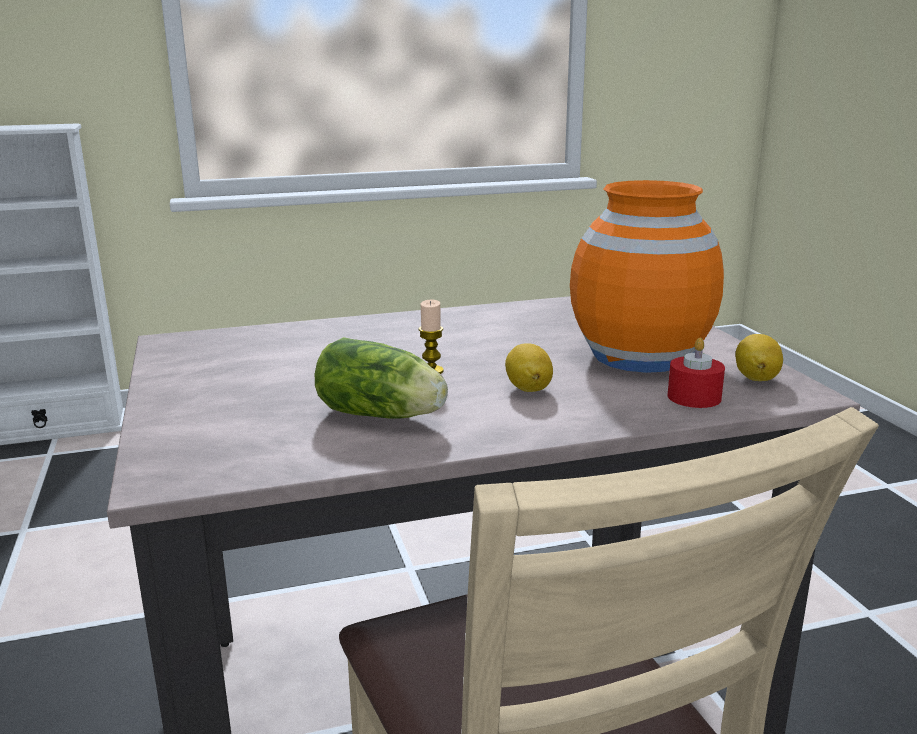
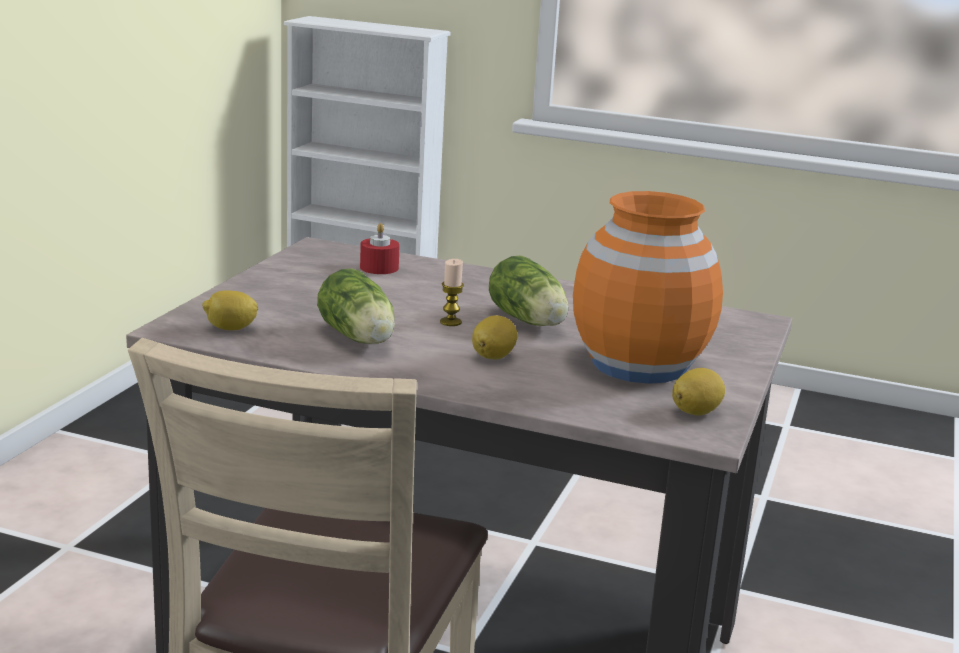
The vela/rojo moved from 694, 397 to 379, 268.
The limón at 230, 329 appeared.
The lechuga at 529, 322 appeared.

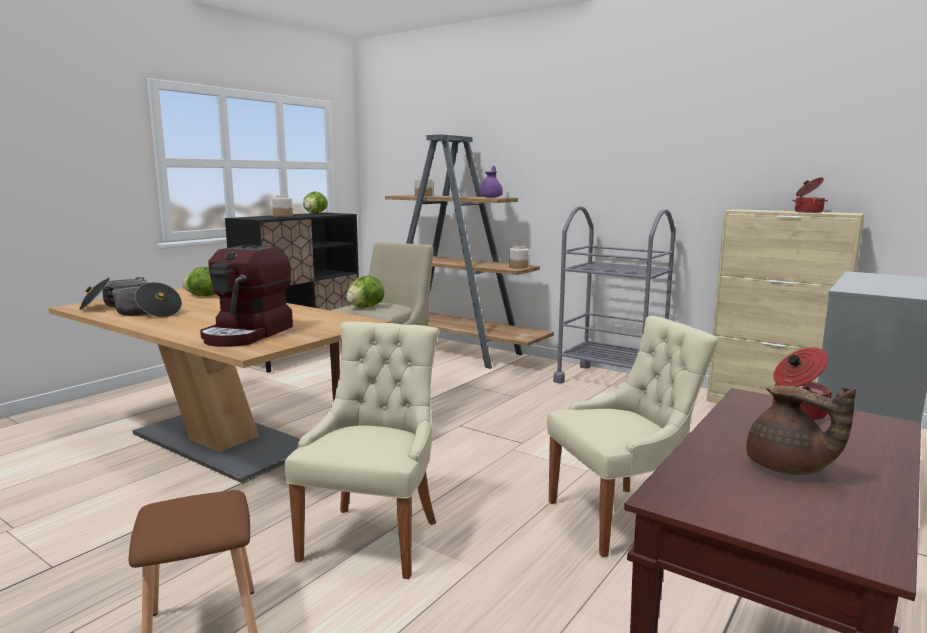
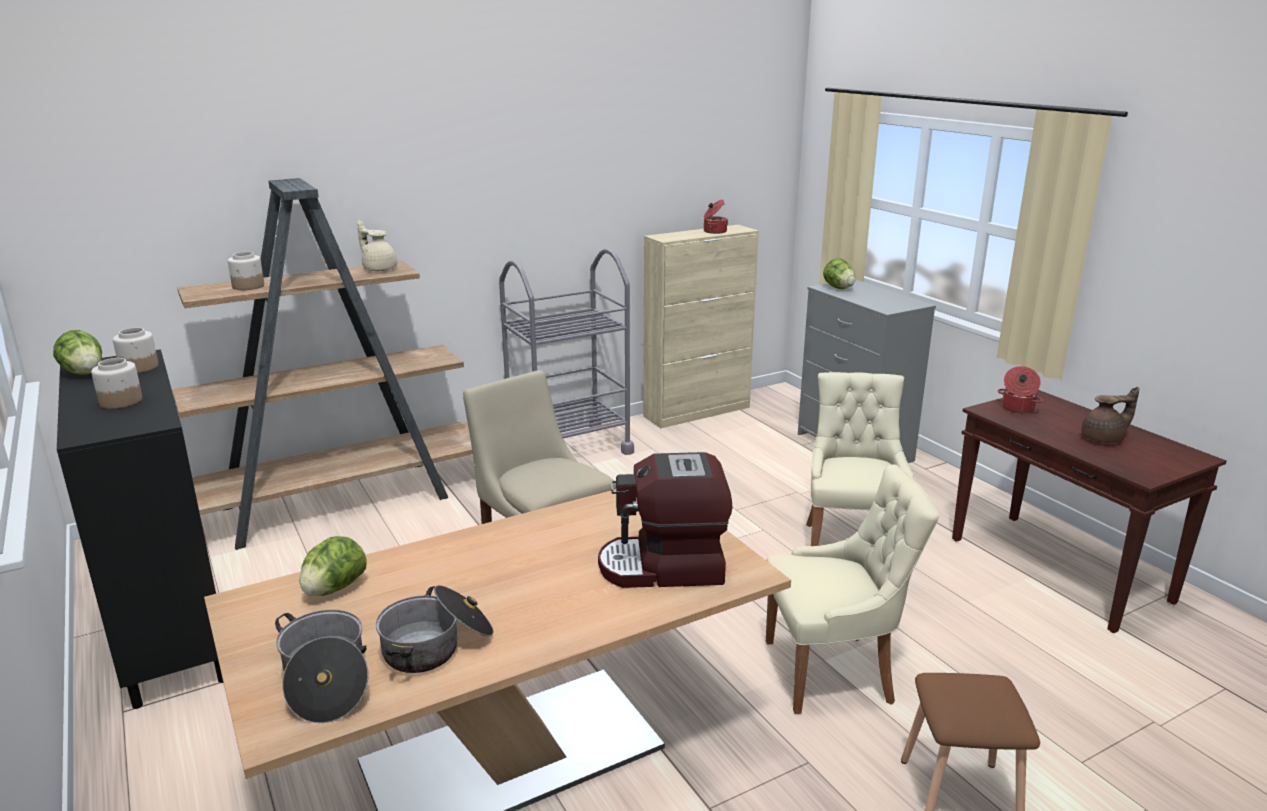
The cafetera at 248, 334 turned 135 degrees clockwise.
The silla/beis at 373, 537 turned 135 degrees clockwise.
The lechuga moved from 365, 307 to 838, 288.
The tetera/morado at 491, 197 became the tetera/beis at 379, 269.
The tarro moved from 518, 267 to 139, 367.

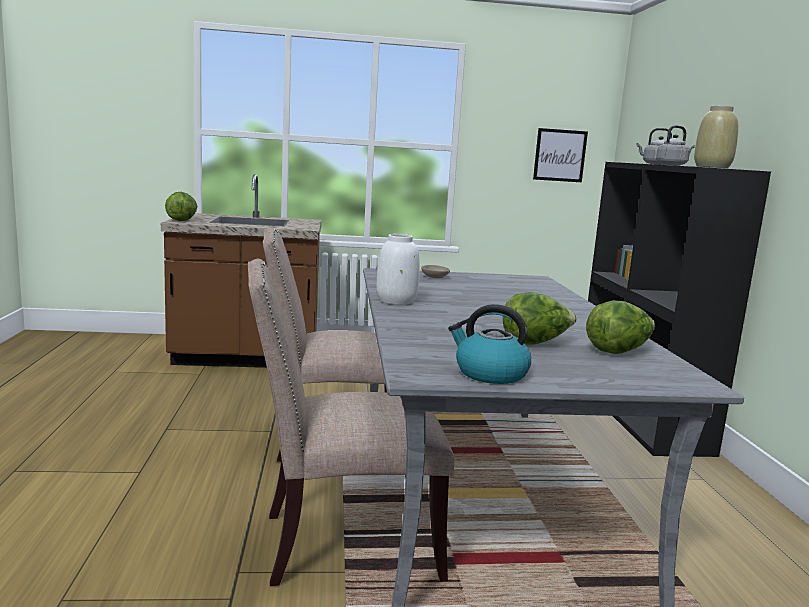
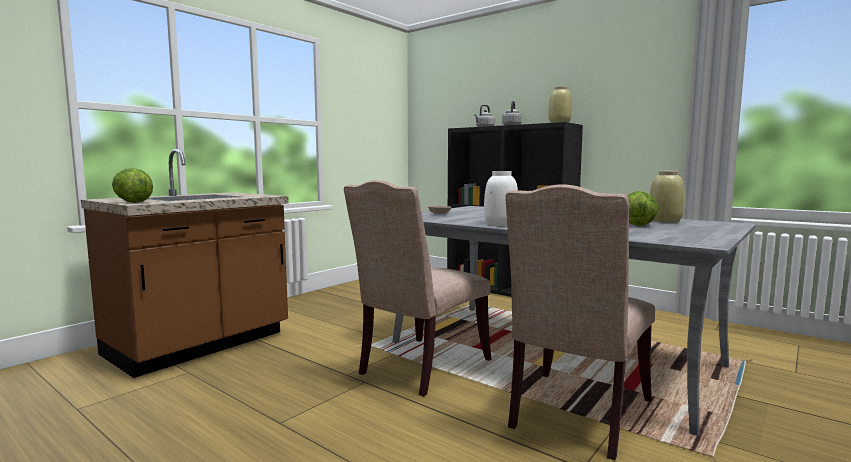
The hervidor at 490, 374 disappeared.
The cuadro at 560, 155 disappeared.
The lechuga at 618, 351 was replaced by the florero/beis at 664, 221.

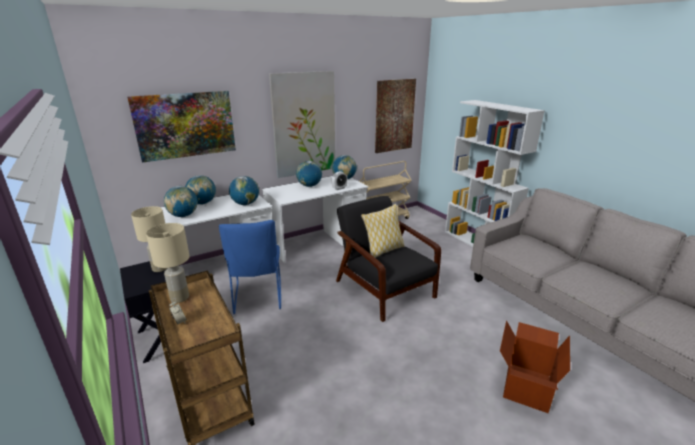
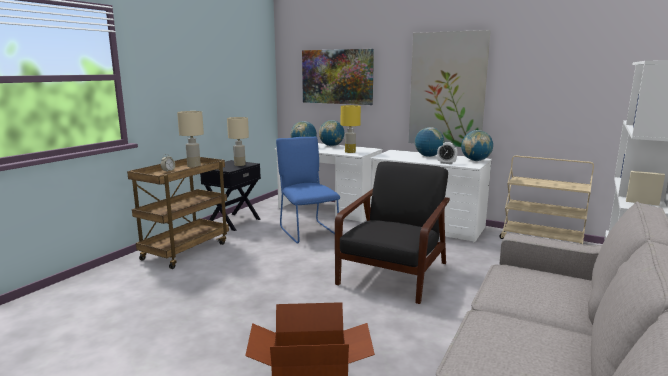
The silla/azul at 258, 298 turned 105 degrees clockwise.
The globo terráqueo at 245, 204 was replaced by the lámpara de mesa/amarillo at 350, 152.
The cojín at 383, 250 disappeared.
The cuadro at 394, 116 disappeared.

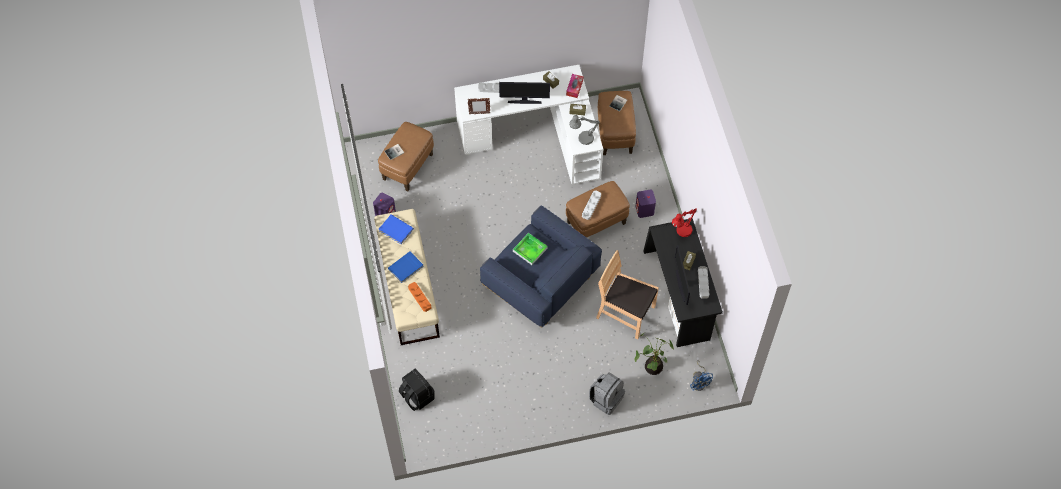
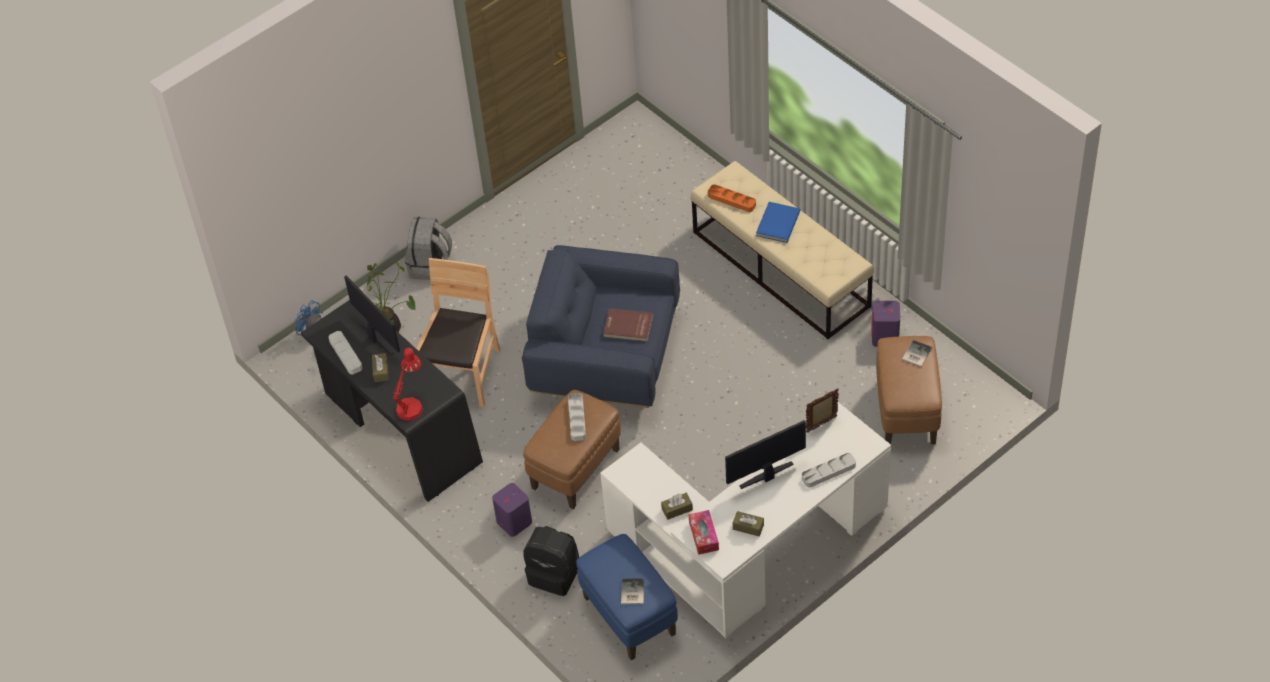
The libro/azul at 395, 230 disappeared.
The mochila/negro moved from 417, 396 to 554, 574.
The bandeja at 530, 250 was replaced by the libro/rojo at 628, 327.
The lámpara de mesa/gris at 582, 139 disappeared.
The silla/marrón at 625, 313 turned 75 degrees counterclockwise.
The puf/marrón at 615, 134 became the puf/azul at 629, 615.

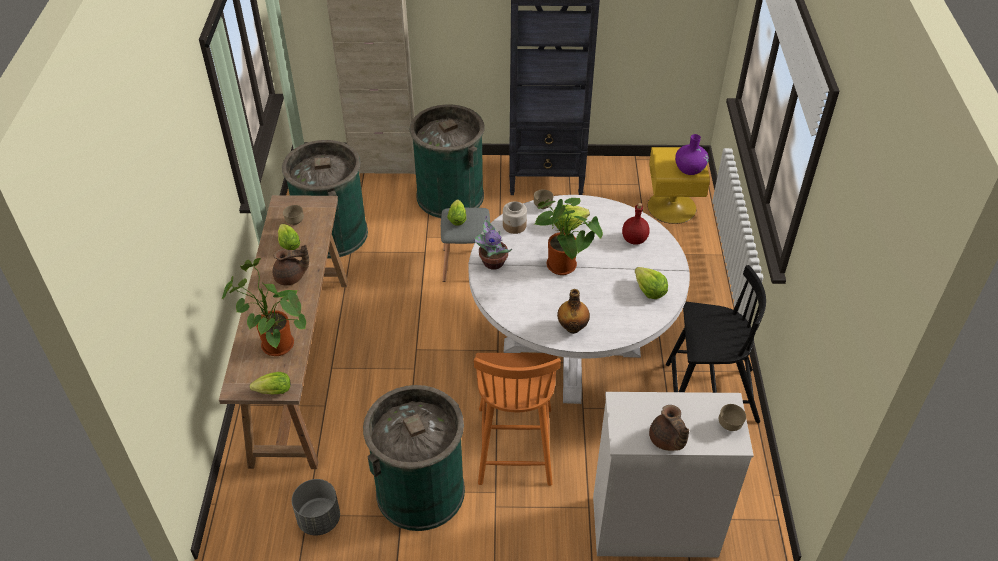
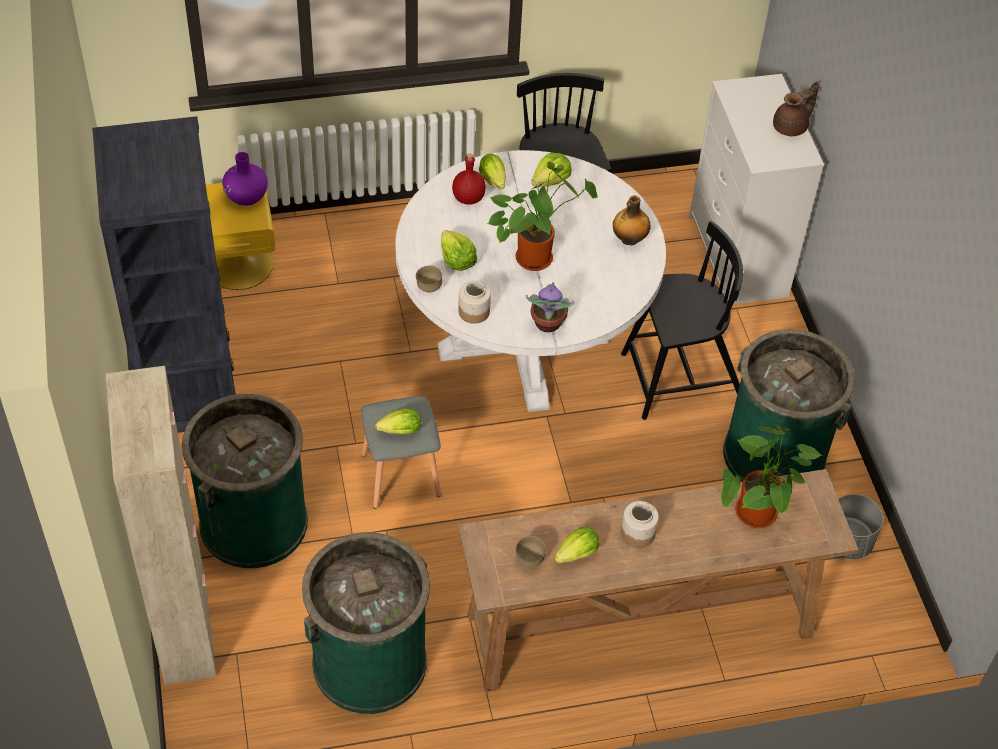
The lechuga moved from 271, 392 to 494, 182.
The tetera/marrón at 291, 277 was replaced by the tarro at 638, 533.
The silla/naranja at 514, 443 became the silla/negro at 680, 379.
The cuenco/marrón at 729, 425 disappeared.

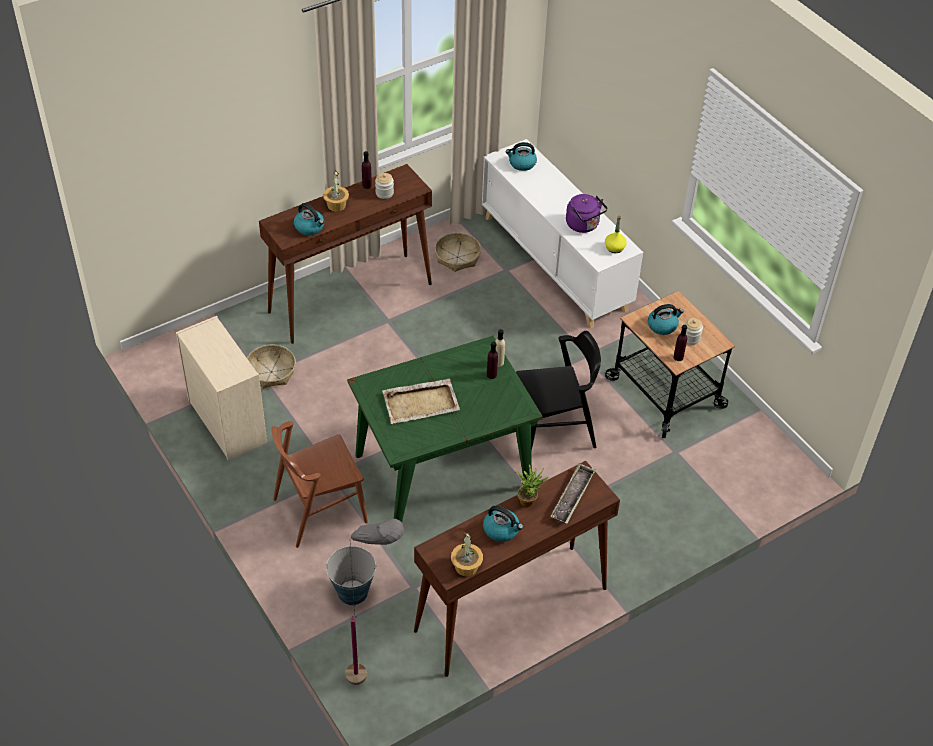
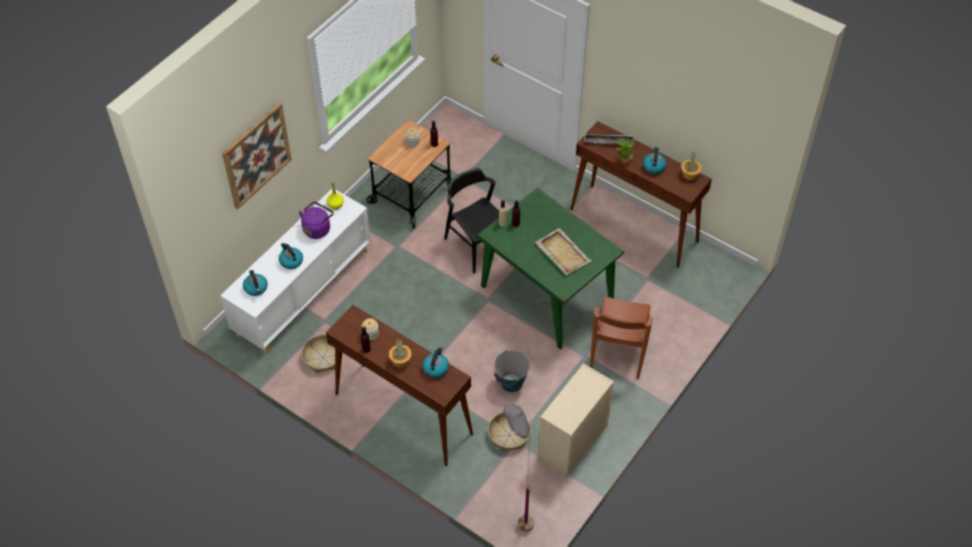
The silla/marrón at 319, 510 turned 60 degrees clockwise.
The cubo moved from 352, 592 to 511, 383.
The lámpara de pie/gris moved from 375, 674 to 517, 515.
The hervidor moved from 662, 325 to 291, 261.
The cuadro at 257, 155 appeared.

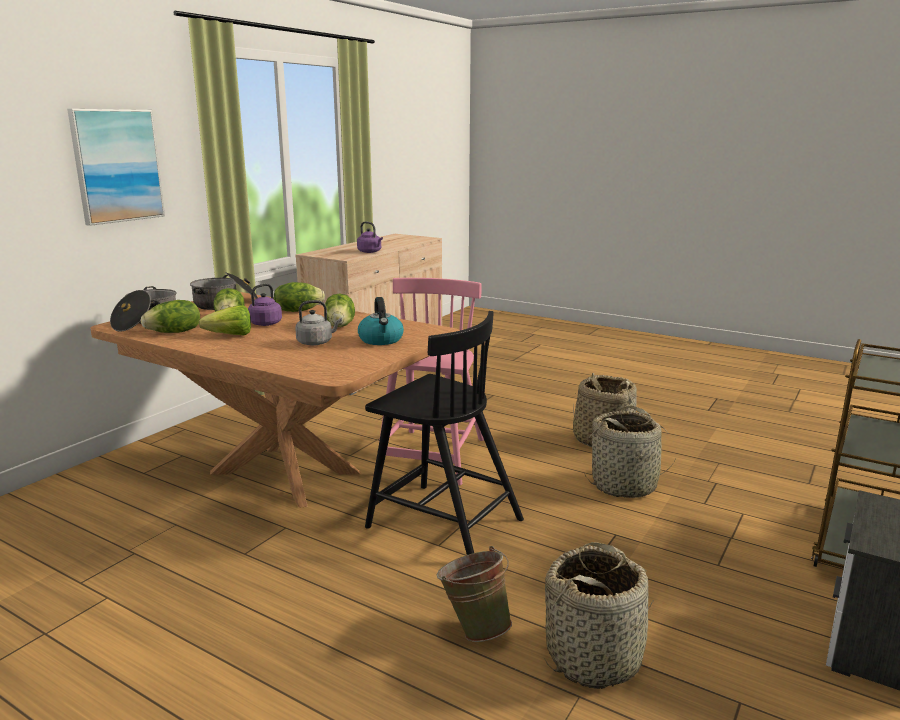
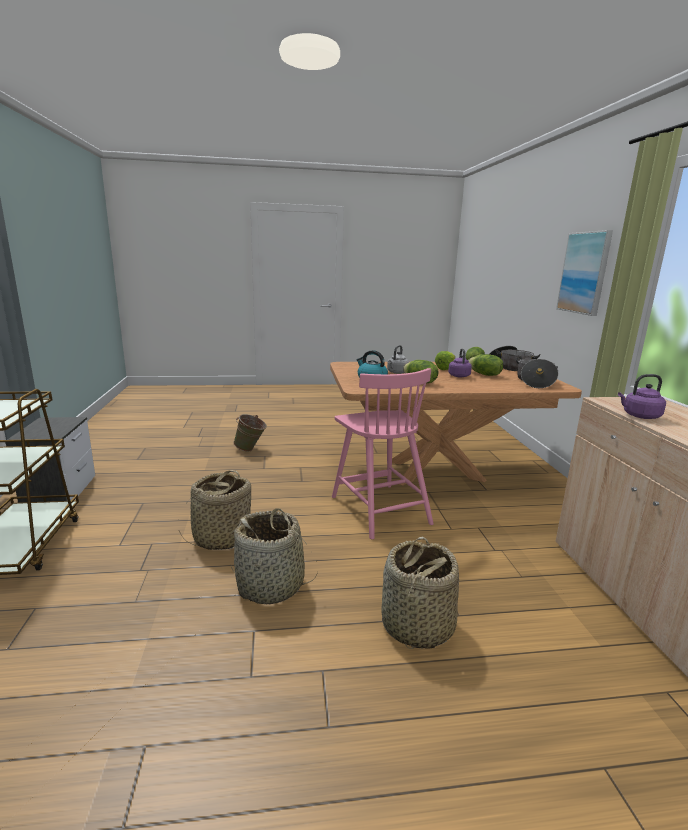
The lechuga at 298, 310 disappeared.
The silla/negro at 442, 522 disappeared.
The cesta moved from 594, 656 to 416, 626.

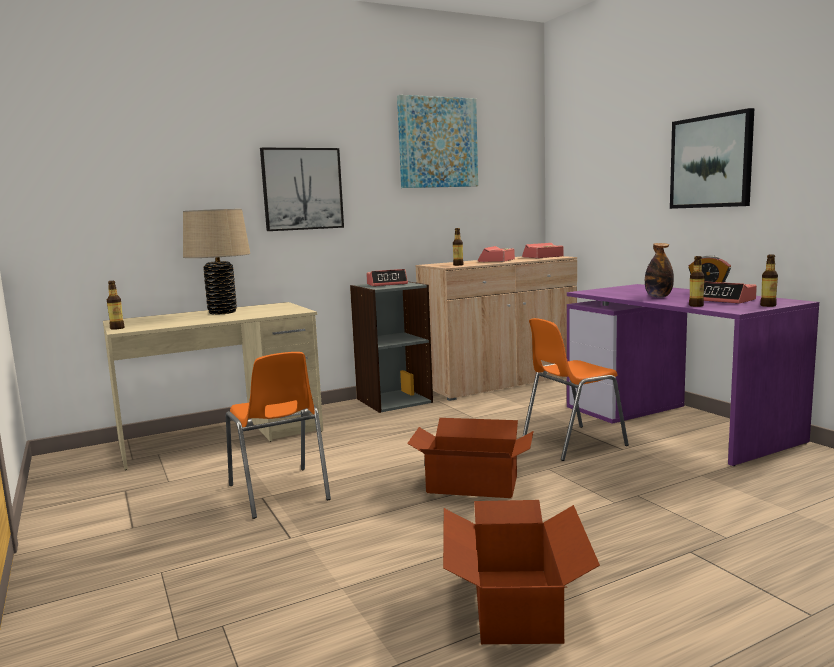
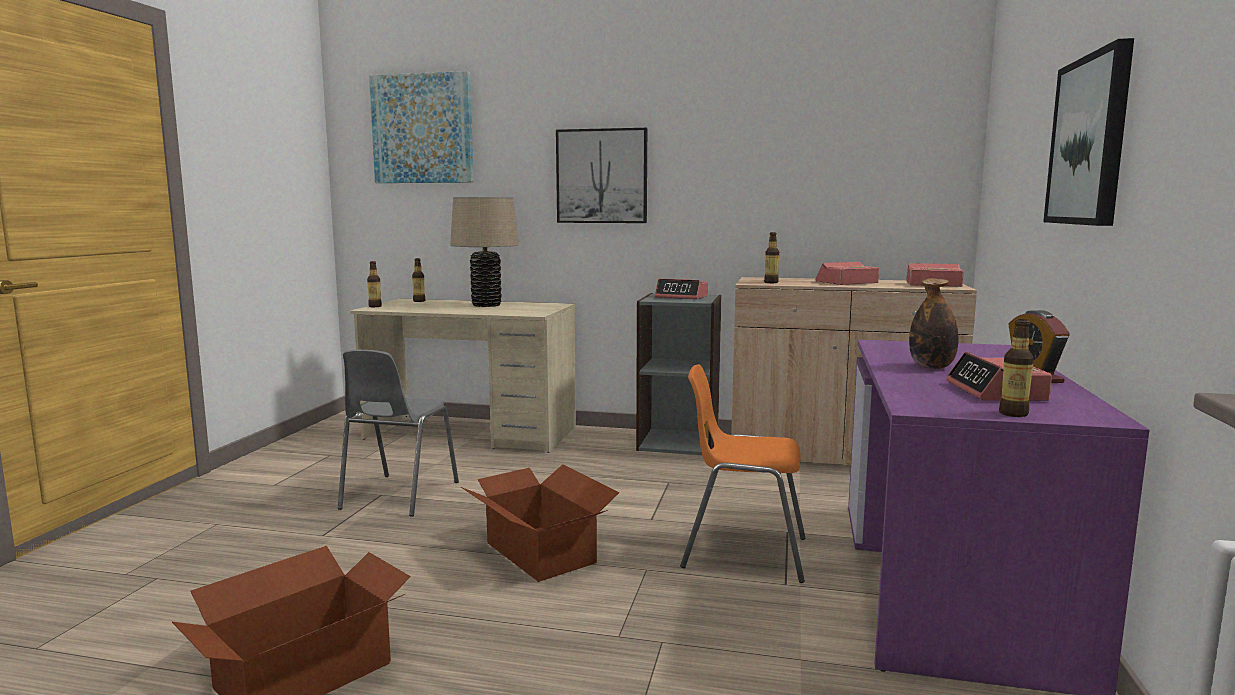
The silla/naranja at 279, 493 became the silla/gris at 398, 496.
The cuadro moved from 437, 143 to 423, 129.
The botella moved from 696, 305 to 419, 301.

